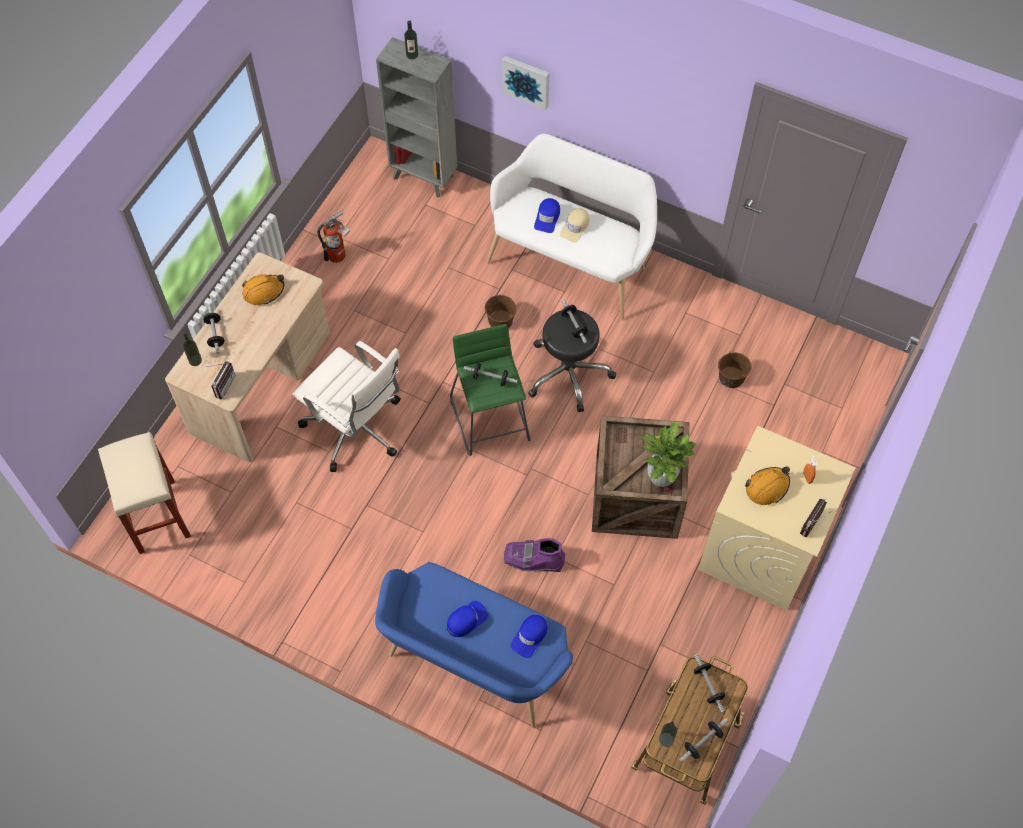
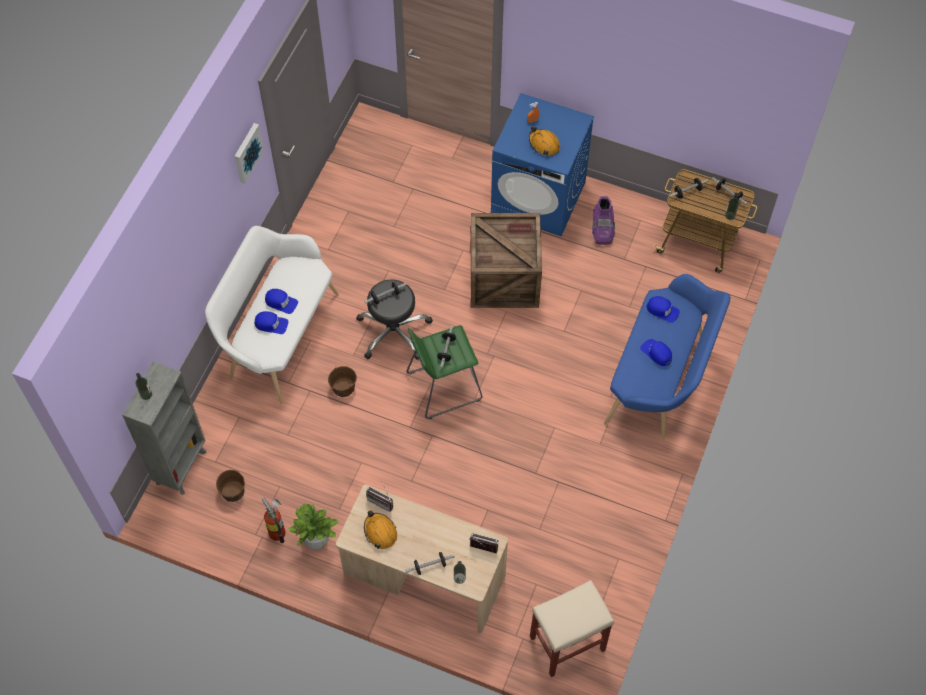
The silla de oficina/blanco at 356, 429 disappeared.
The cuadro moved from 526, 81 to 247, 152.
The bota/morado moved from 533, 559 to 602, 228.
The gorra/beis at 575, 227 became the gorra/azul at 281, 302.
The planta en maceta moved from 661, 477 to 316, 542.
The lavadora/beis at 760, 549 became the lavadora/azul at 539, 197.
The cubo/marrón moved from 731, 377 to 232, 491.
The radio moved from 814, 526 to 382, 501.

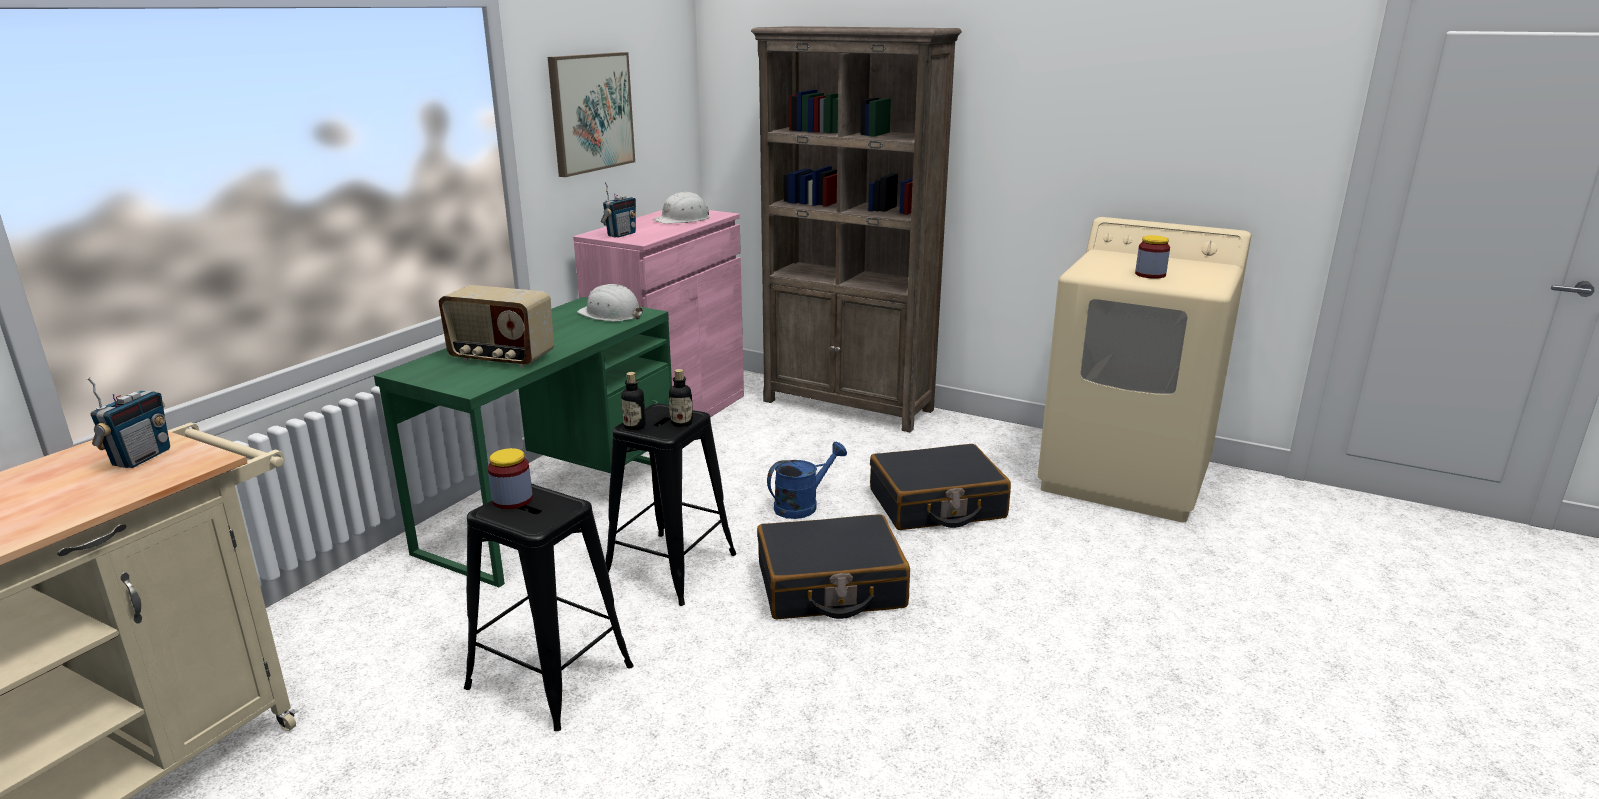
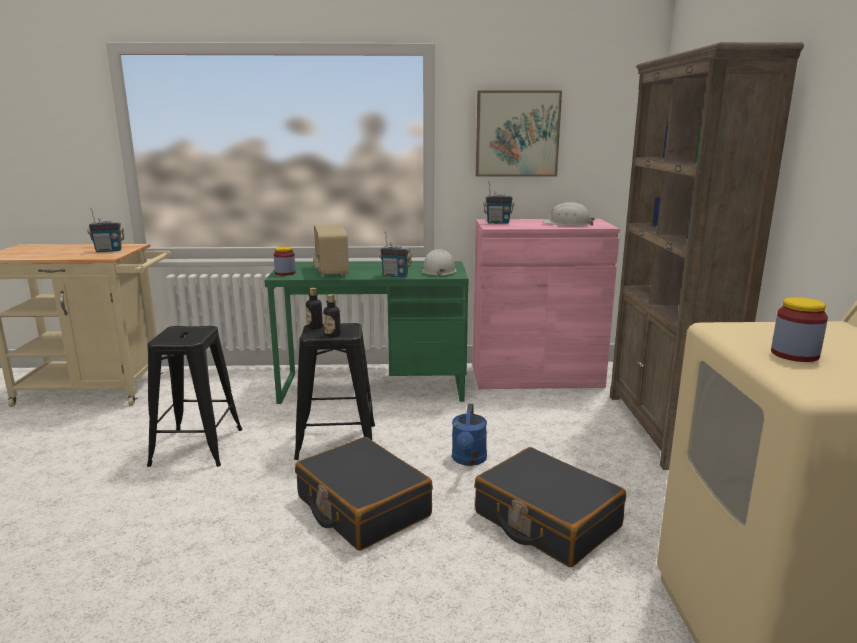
The tarro moved from 512, 500 to 285, 273.
The regadera/azul at 802, 505 turned 75 degrees clockwise.
The radio at 395, 276 appeared.

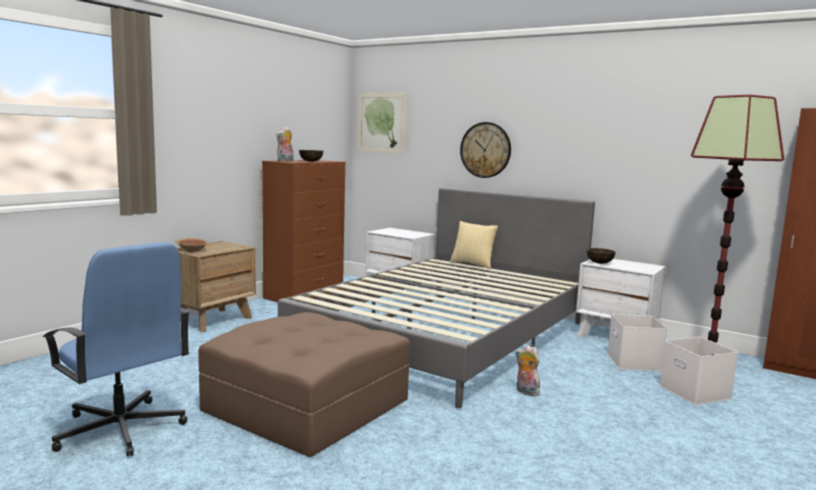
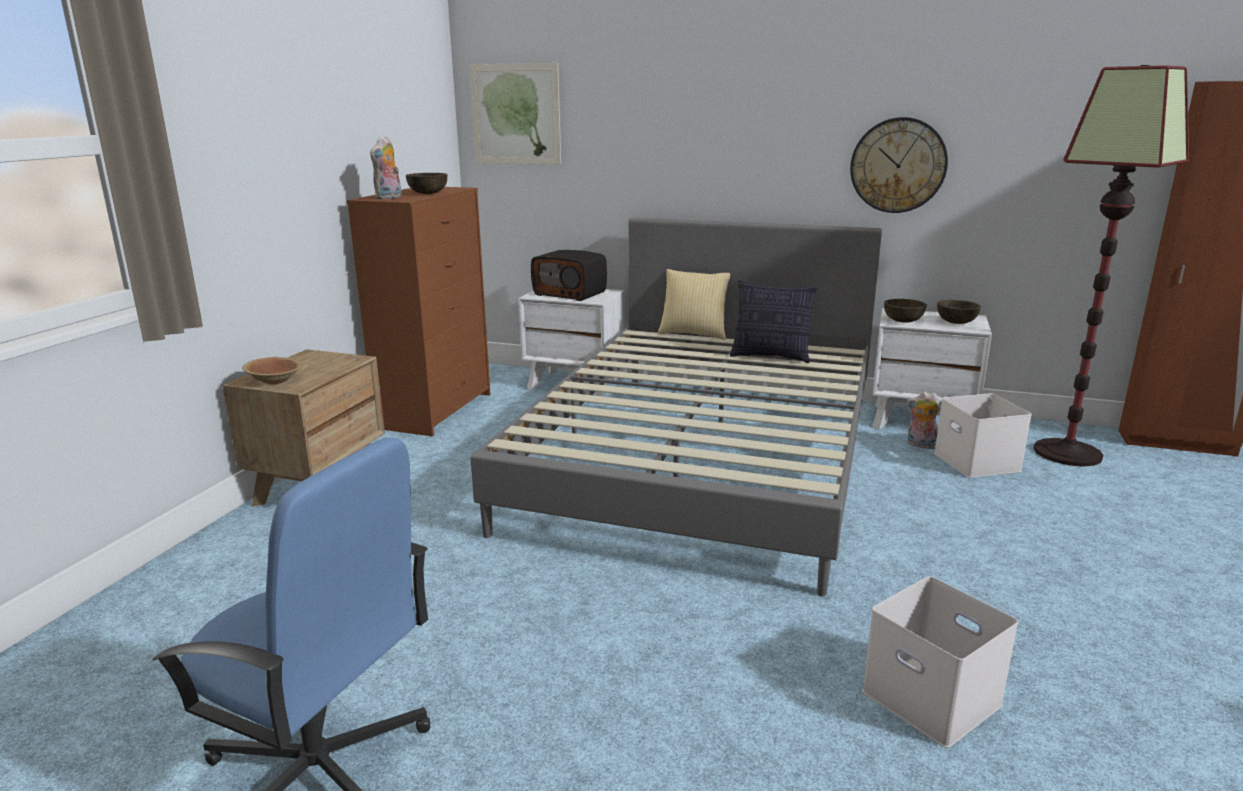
The puf/marrón at 308, 405 disappeared.
The reloj de pared moved from 485, 150 to 898, 165.
The peluche moved from 525, 392 to 920, 445.
The caja de almacenaje/blanco moved from 693, 391 to 928, 697.
The radio at 571, 293 appeared.
The cojín at 771, 357 appeared.
The cuenco/marrón at 956, 322 appeared.

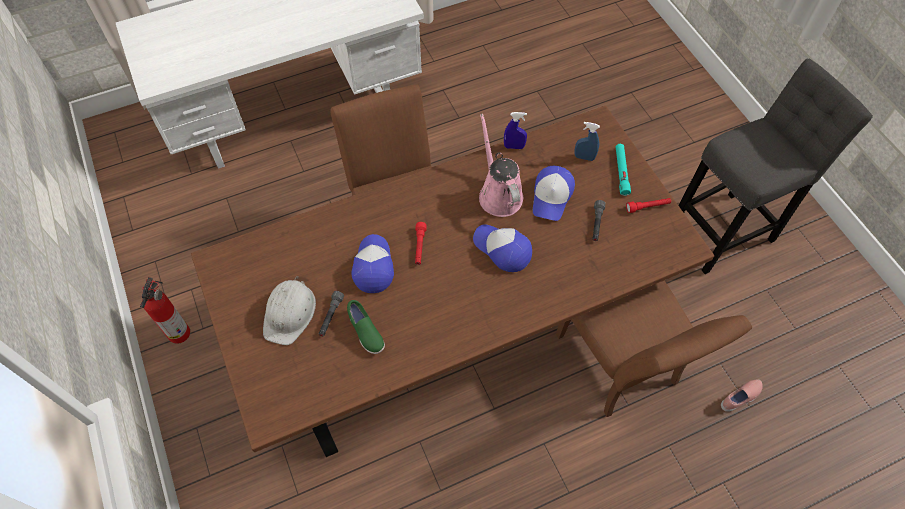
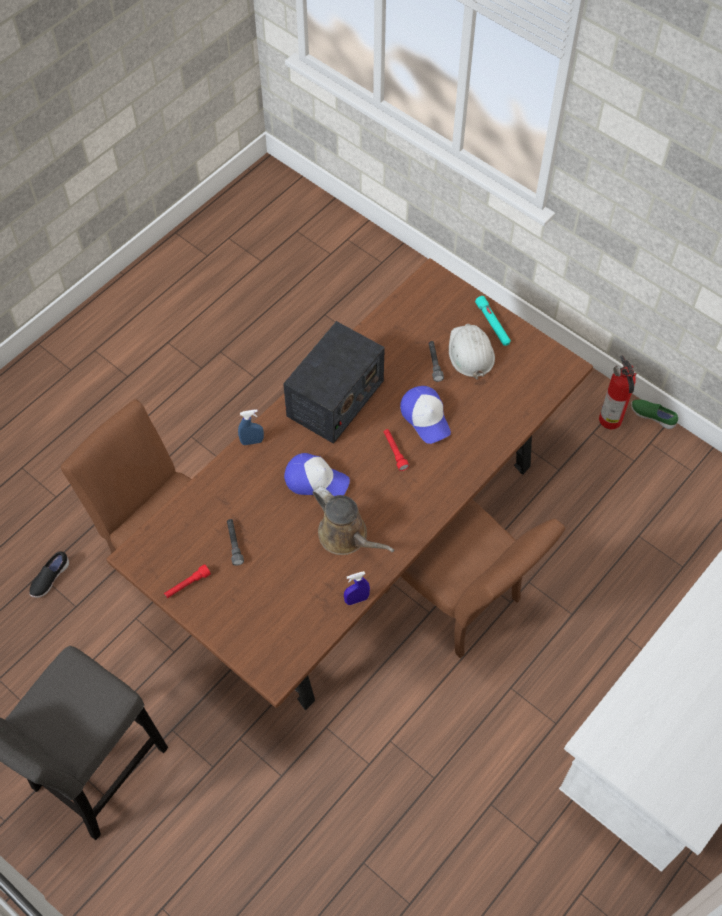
The zapato/verde moved from 365, 332 to 652, 416.
The regadera/rosa at 499, 194 became the regadera/marrón at 346, 536.
The gorra at 552, 197 disappeared.
The pulverizador/azul moved from 584, 157 to 252, 441.
The linterna/turquesa moved from 621, 171 to 493, 324.
The zapato/rosa at 740, 398 became the zapato/negro at 49, 578.
The radio at 335, 399 appeared.

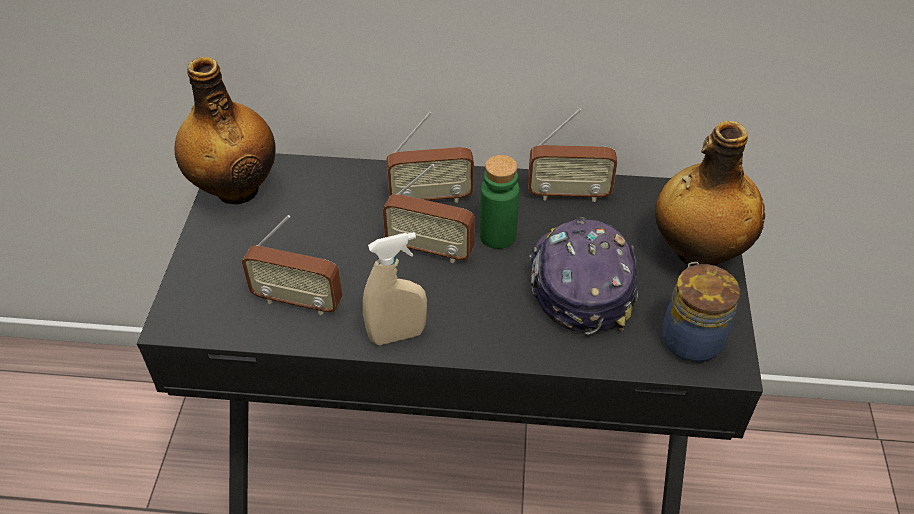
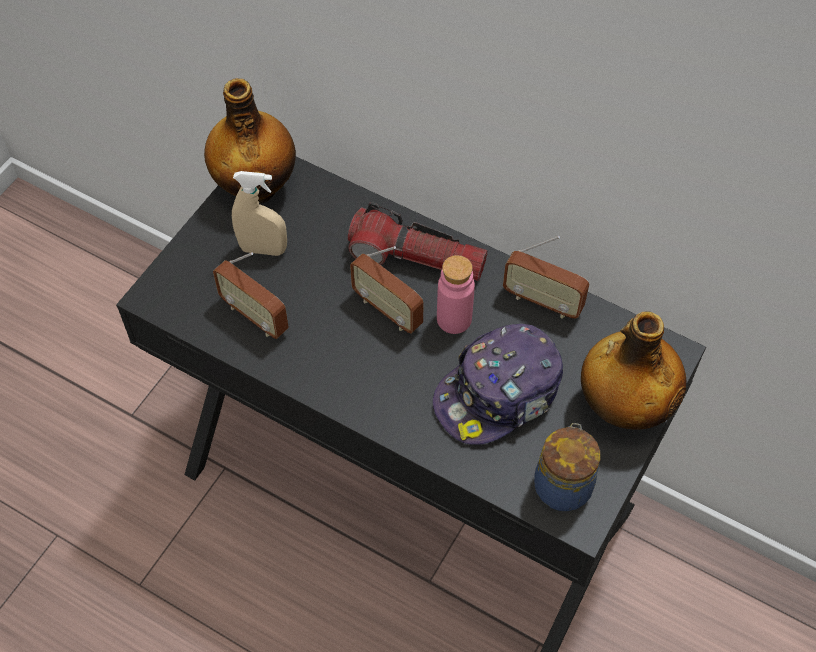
The pulverizador/beis moved from 397, 335 to 263, 249.
The radio at 431, 197 was replaced by the linterna at 417, 258.
The botella/verde at 497, 235 became the botella/rosa at 454, 319.
The gorra at 580, 283 turned 150 degrees counterclockwise.

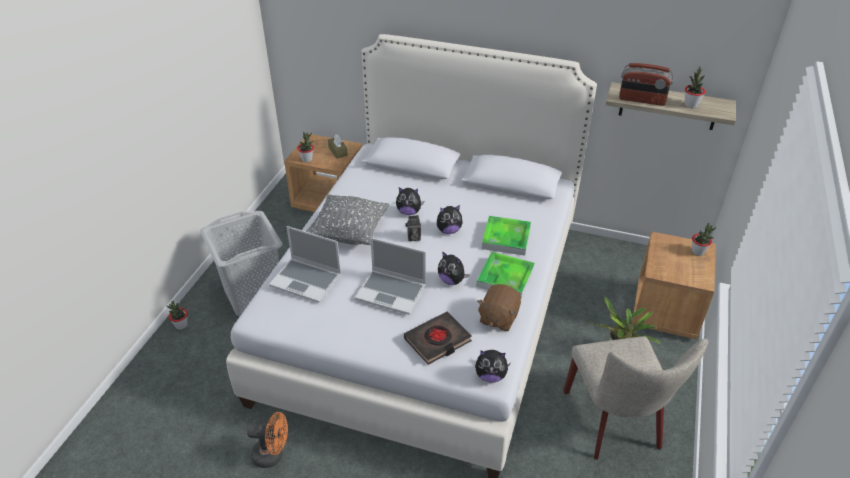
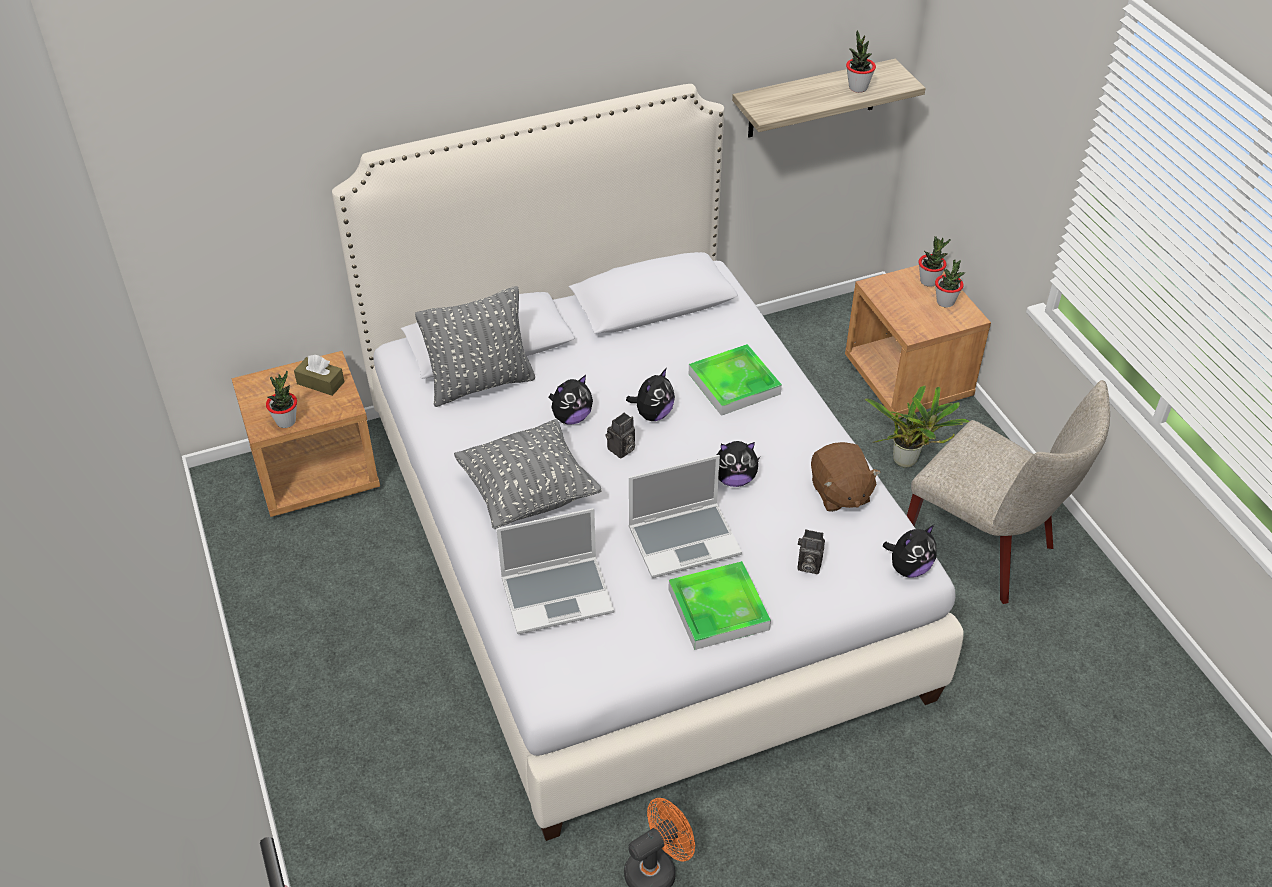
The planta en maceta moved from 181, 325 to 945, 302.
The cesto de la ropa/gris at 253, 295 disappeared.
The libro/negro at 437, 341 was replaced by the cámara at 807, 565.
The bandeja moved from 505, 278 to 718, 609.
The radio at 642, 100 disappeared.
The cojín/gris at 480, 384 appeared.

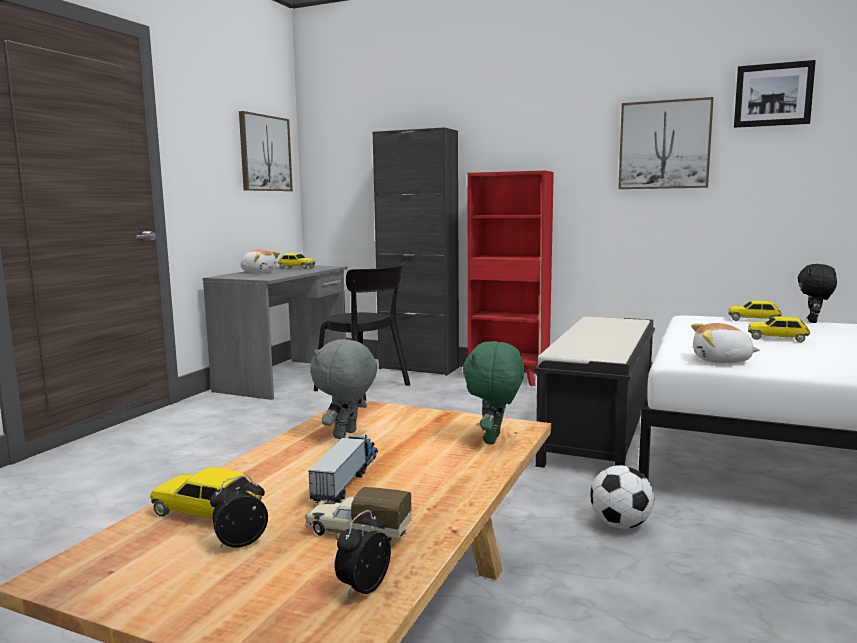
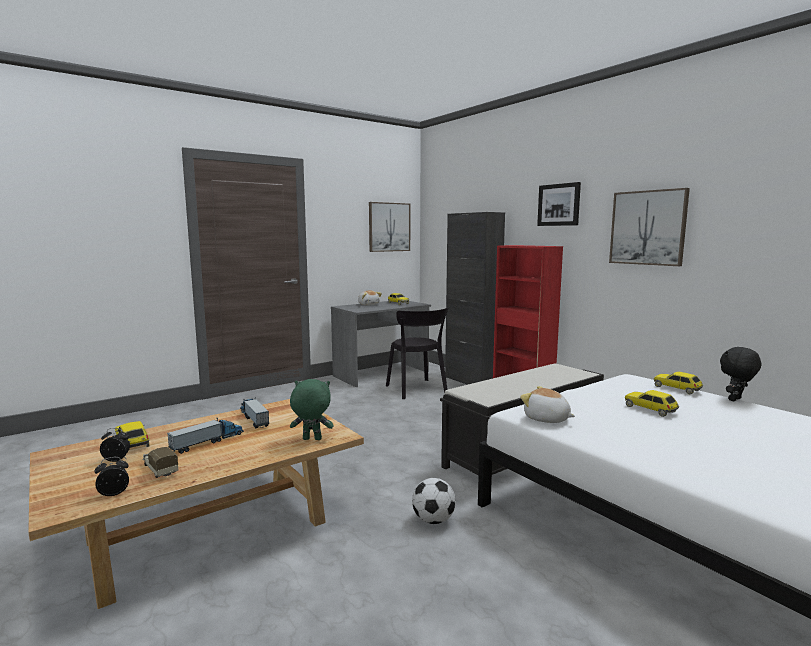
The peluche/gris at 346, 435 was replaced by the camión de juguete at 253, 418.
The peluche/verde at 494, 439 turned 45 degrees clockwise.
The cuadro moved from 773, 95 to 559, 205.

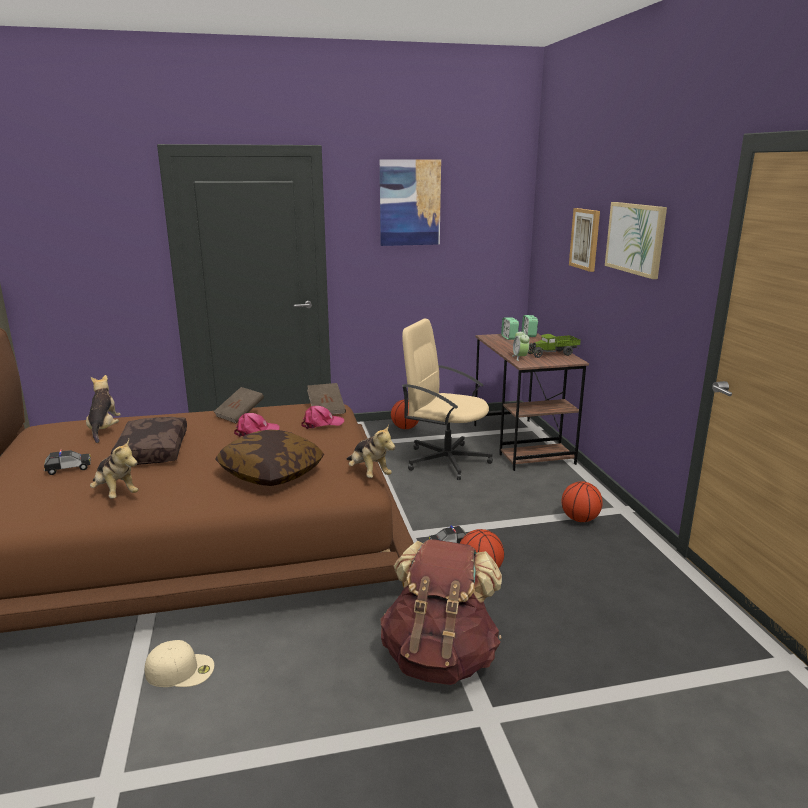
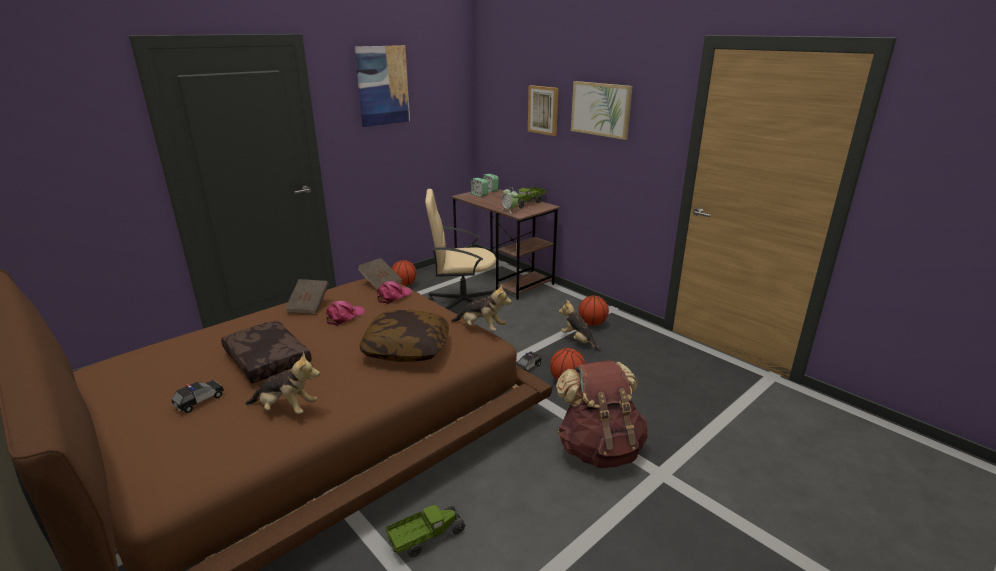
The peluche moved from 104, 429 to 578, 341.
The gorra/beis at 181, 670 was replaced by the camión de juguete at 426, 537.

